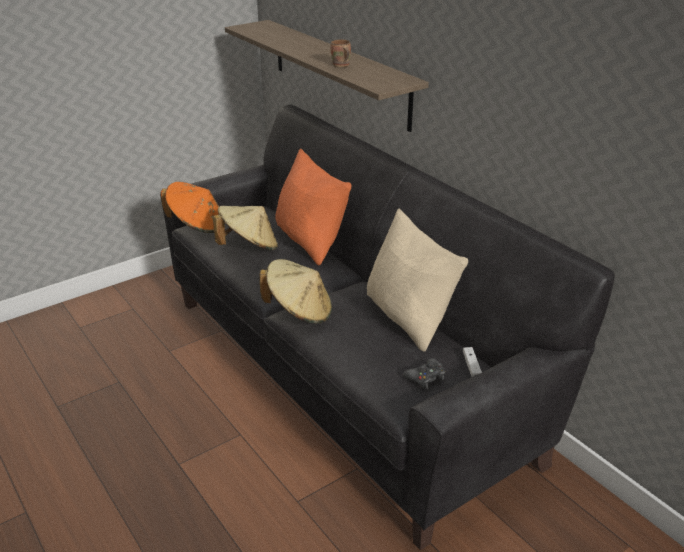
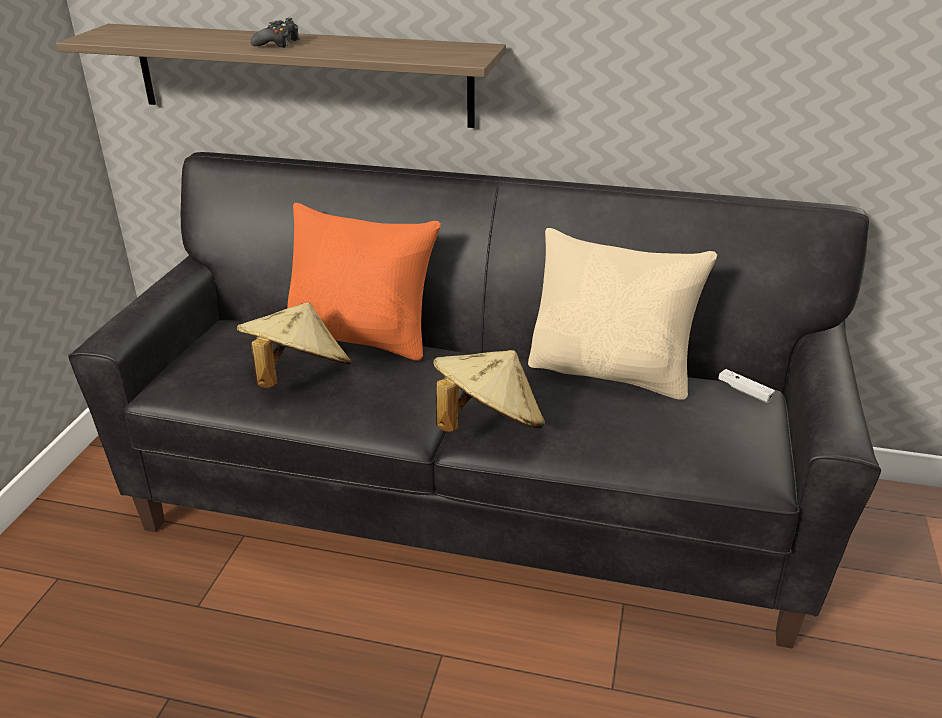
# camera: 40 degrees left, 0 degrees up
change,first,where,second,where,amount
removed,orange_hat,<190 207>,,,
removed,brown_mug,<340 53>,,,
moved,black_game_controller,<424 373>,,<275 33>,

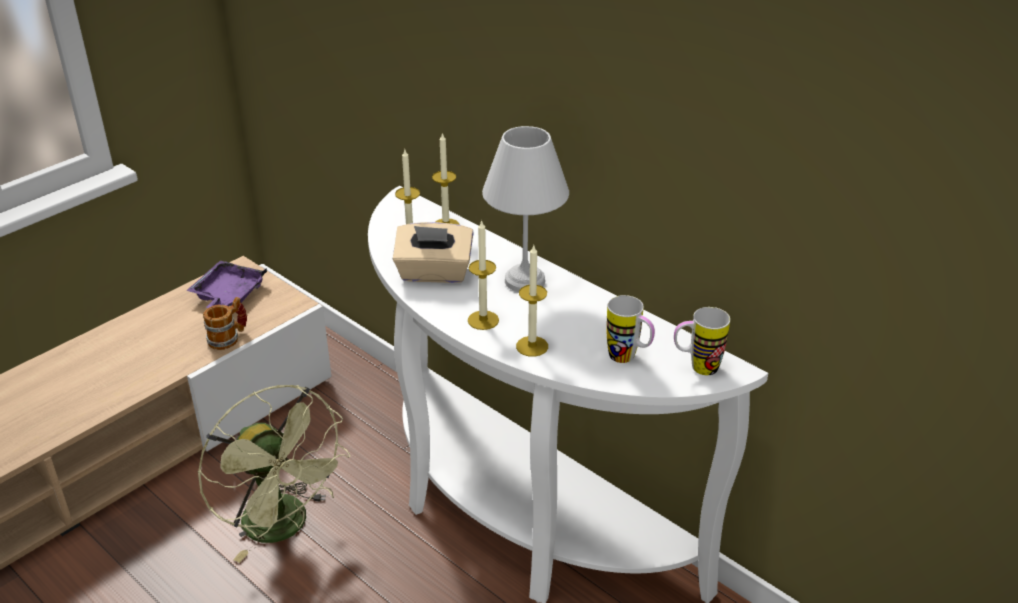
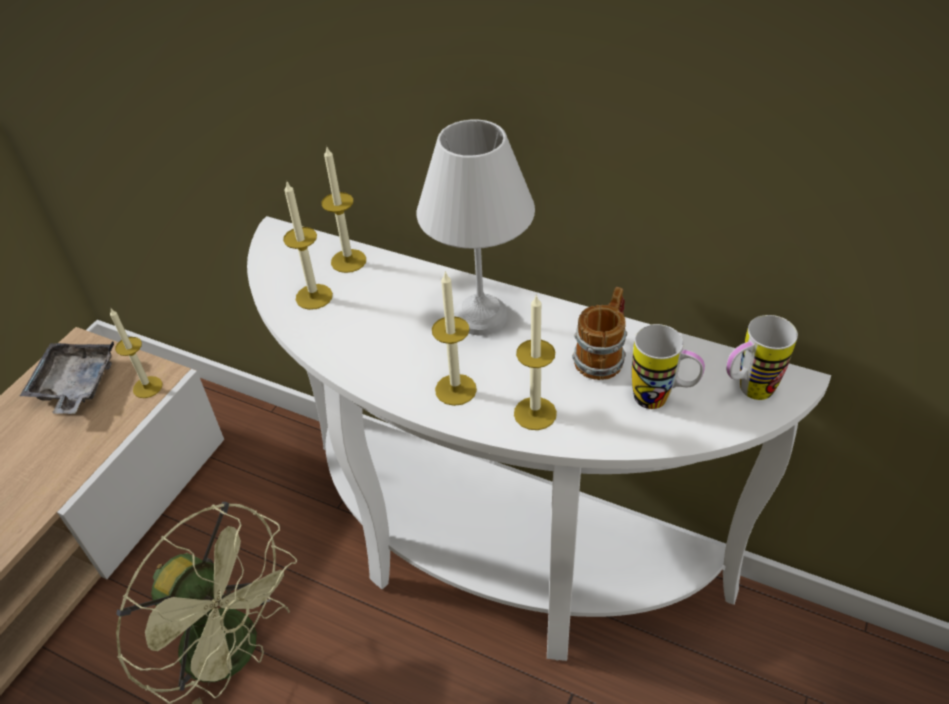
# camera: 15 degrees left, 10 degrees up
change,first,where,second,where,amount
recoloured,purple_tray,<226 284>,grey_tray,<67 378>,
moved,mug,<225 323>,,<599 333>,
removed,beige_tissue_box,<432 252>,,,
added,,,candle,<136 353>,

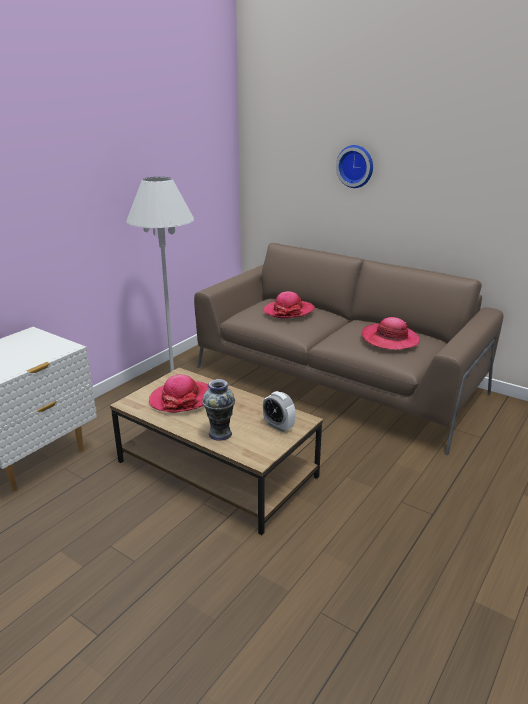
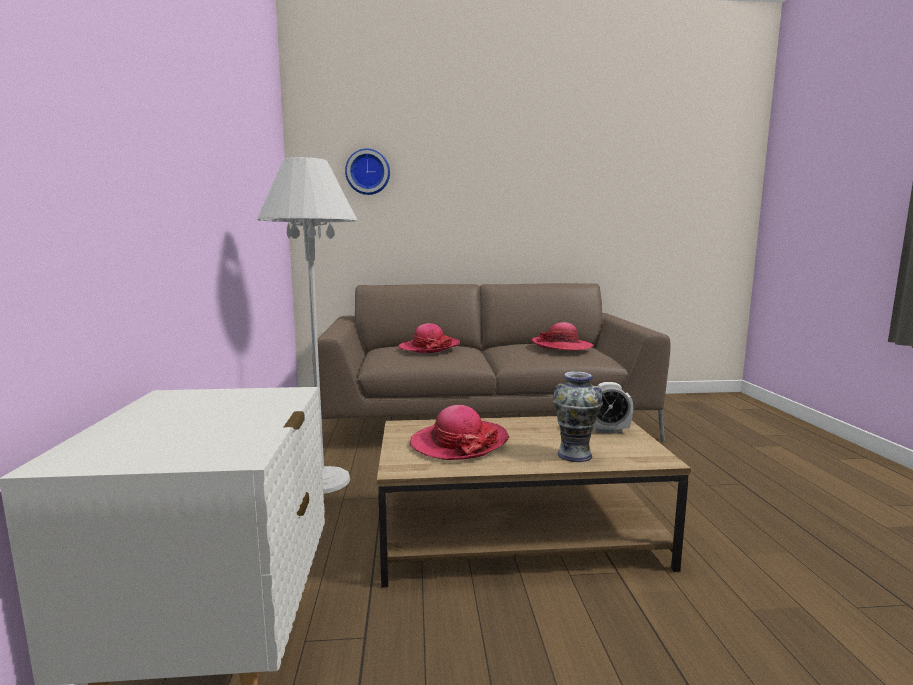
# camera: 40 degrees left, 15 degrees down
change,first,where,second,where,amount
moved,wall_clock,<354 166>,,<367 172>,

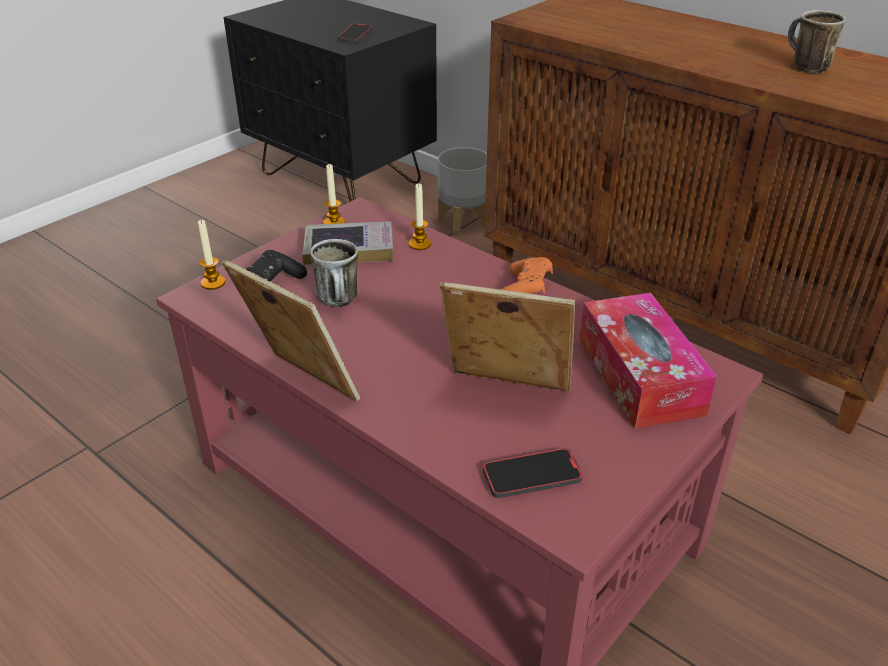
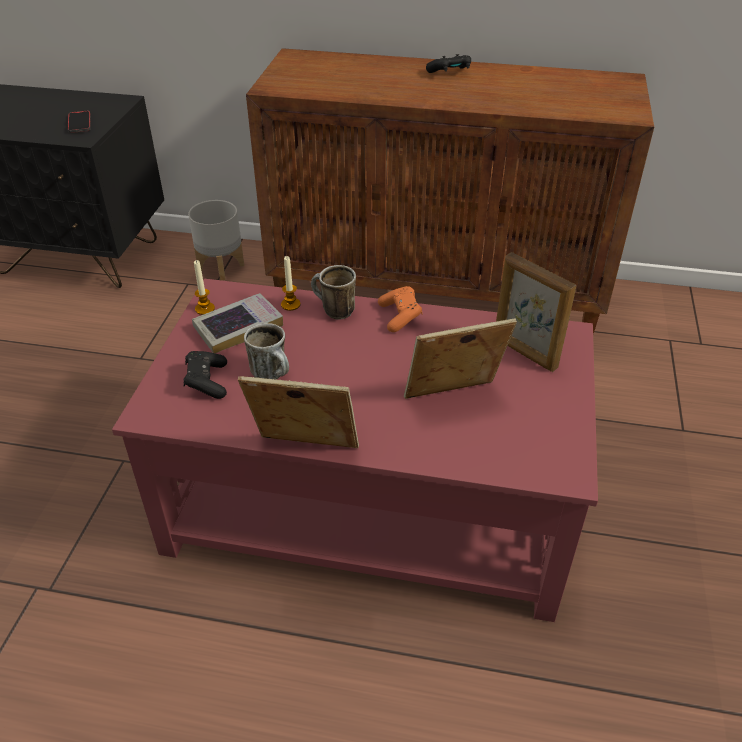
# camera: 30 degrees left, 5 degrees up
change,first,where,second,where,amount
removed,candle,<212 255>,,,
removed,phone,<533 473>,,,
replaced,tissue_box,<648 361>,picture_frame,<536 312>,
moved,mug,<817 41>,,<333 292>,
added,,,black_game_controller,<448 63>,

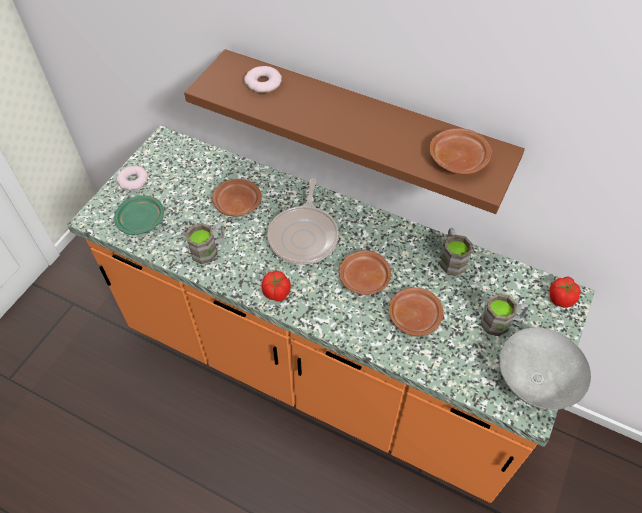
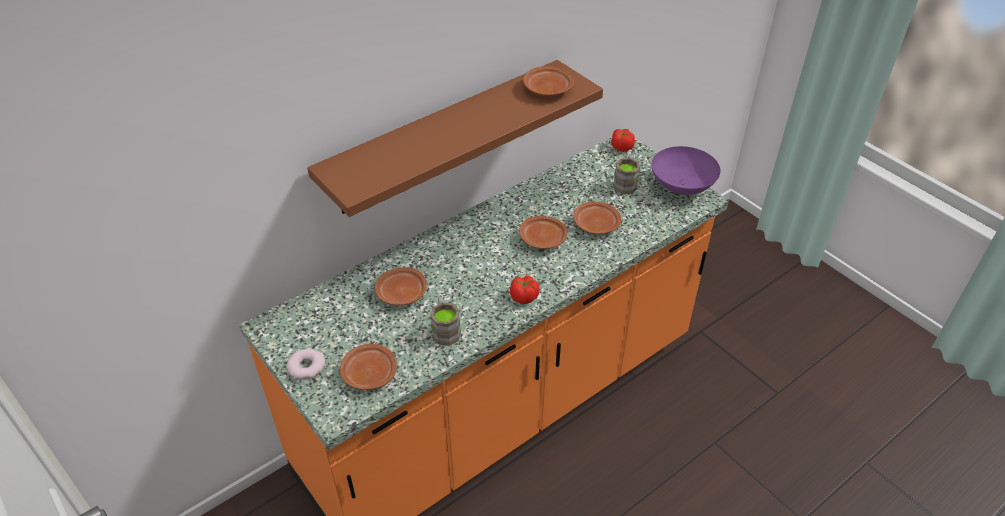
# camera: 65 degrees left, 10 degrees down
change,first,where,second,where,amount
recoloured,green_plate,<139 215>,brown_plate,<368 367>,
removed,donut,<263 79>,,,
removed,frying_pan,<303 221>,,,
removed,brown_mug,<456 252>,,,
recoloured,grey_bowl,<545 369>,purple_bowl,<686 170>,

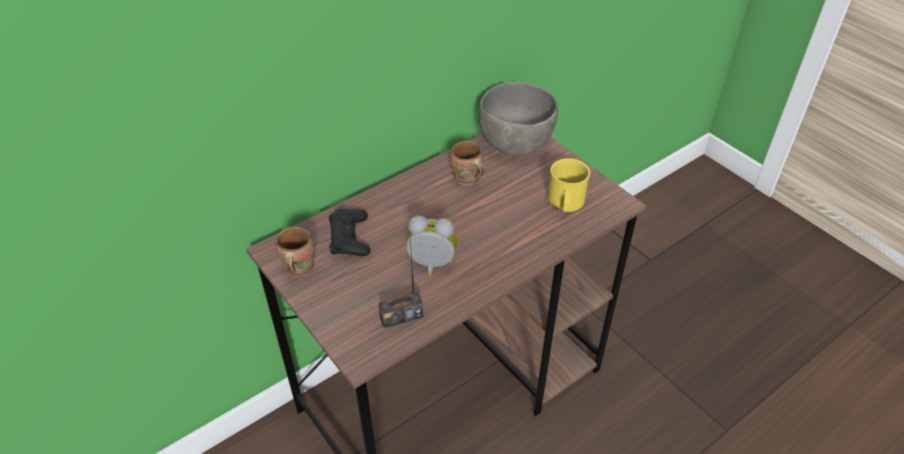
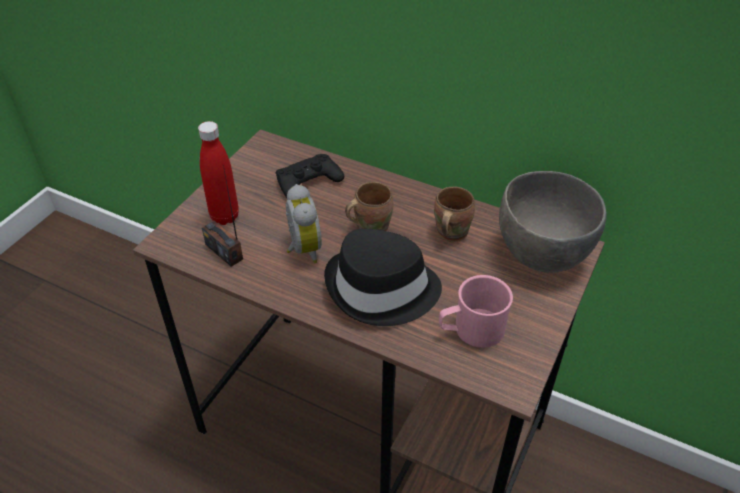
# camera: 65 degrees right, 0 degrees up
change,first,where,second,where,amount
moved,brown_mug,<294 252>,,<369 206>,
recoloured,yellow_mug,<569 185>,pink_mug,<476 311>,
added,,,red_bottle,<218 173>,
added,,,black_hat,<383 277>,

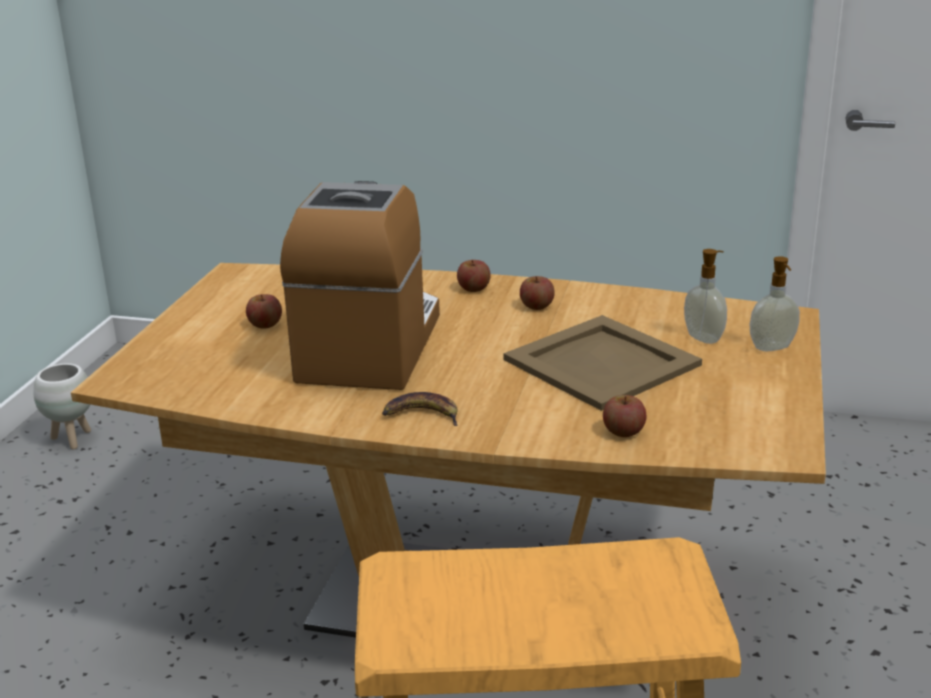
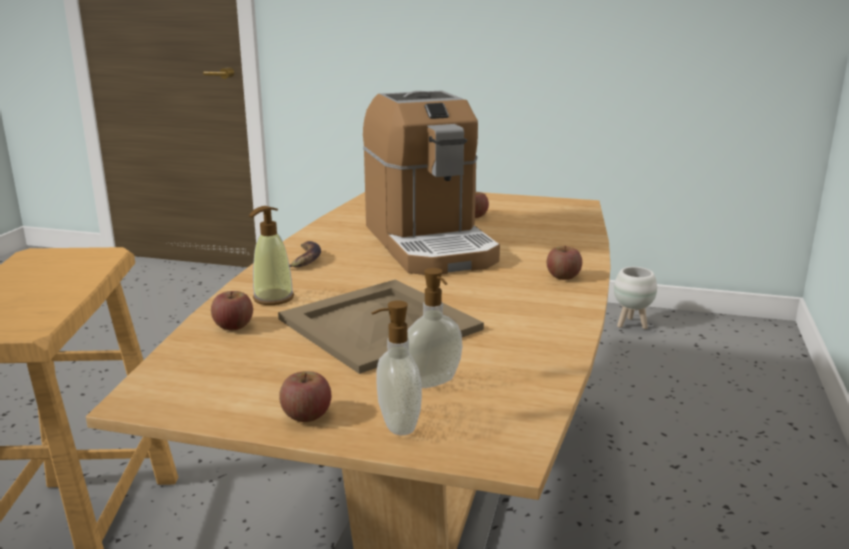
# camera: 90 degrees right, 5 degrees down
change,first,where,second,where,amount
turned,coffee_machine,<360 285>,,<431 182>,60 degrees clockwise
moved,apple,<537 293>,,<305 396>,
added,,,soap_dispenser,<271 255>,

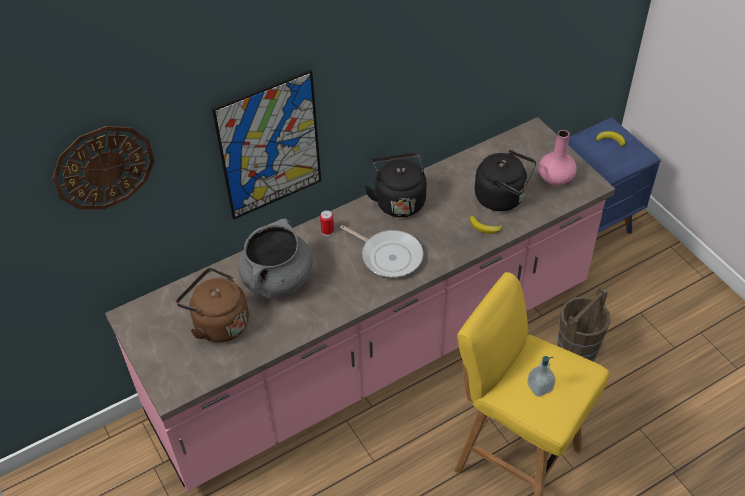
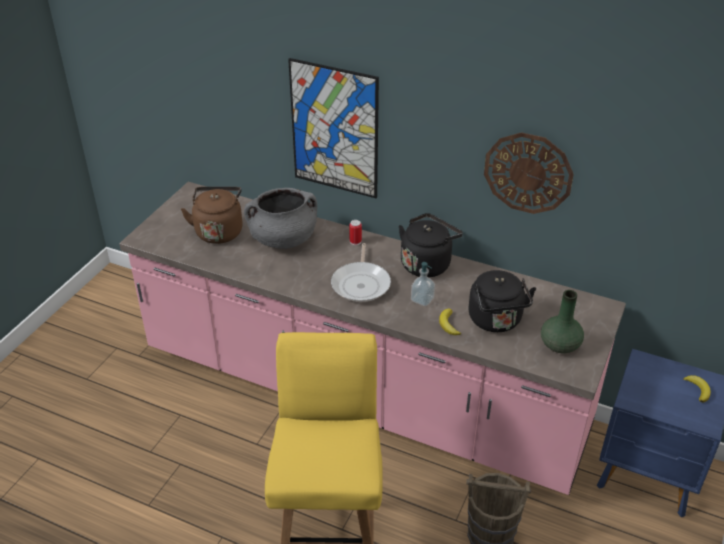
# camera: 55 degrees right, 10 degrees down
change,first,where,second,where,amount
moved,wall_clock,<103 167>,,<529 173>,
moved,soap_dispenser,<541 376>,,<423 284>,
recoloured,pink_vase,<558 157>,green_vase,<562 321>,

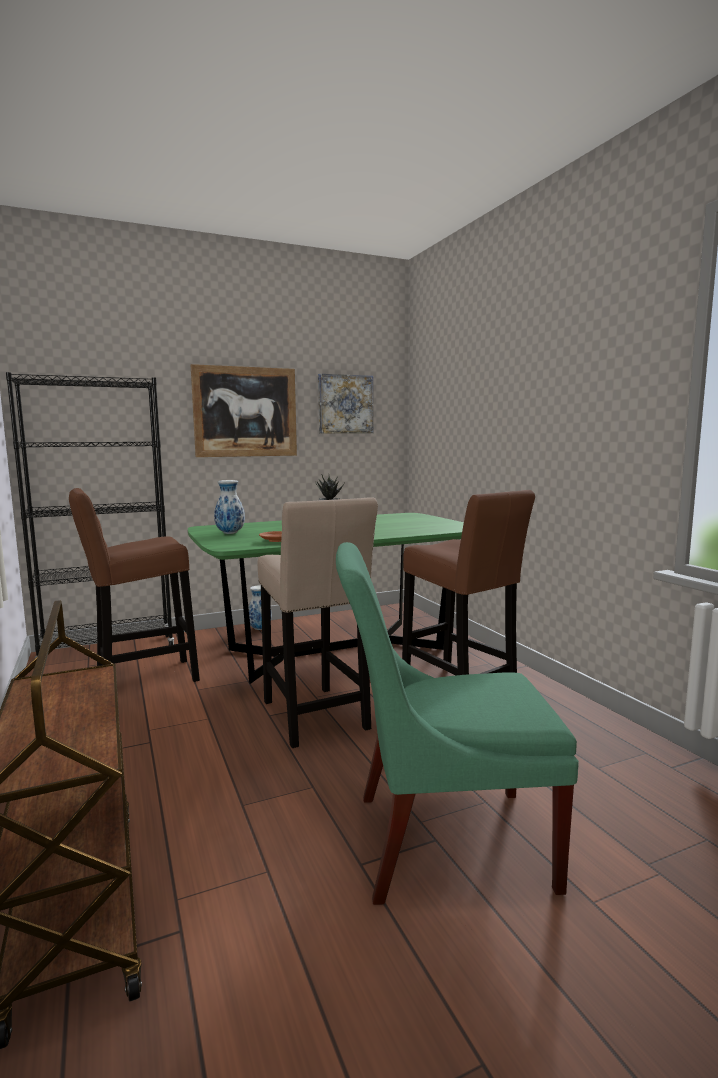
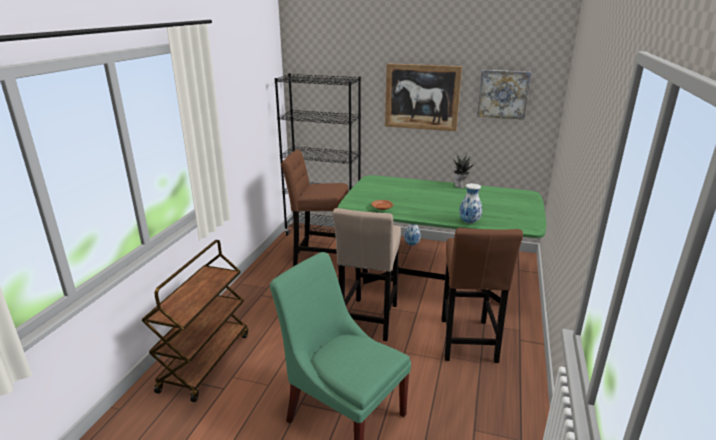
# camera: 40 degrees right, 15 degrees up
change,first,where,second,where,amount
moved,vase,<229 507>,,<470 203>,

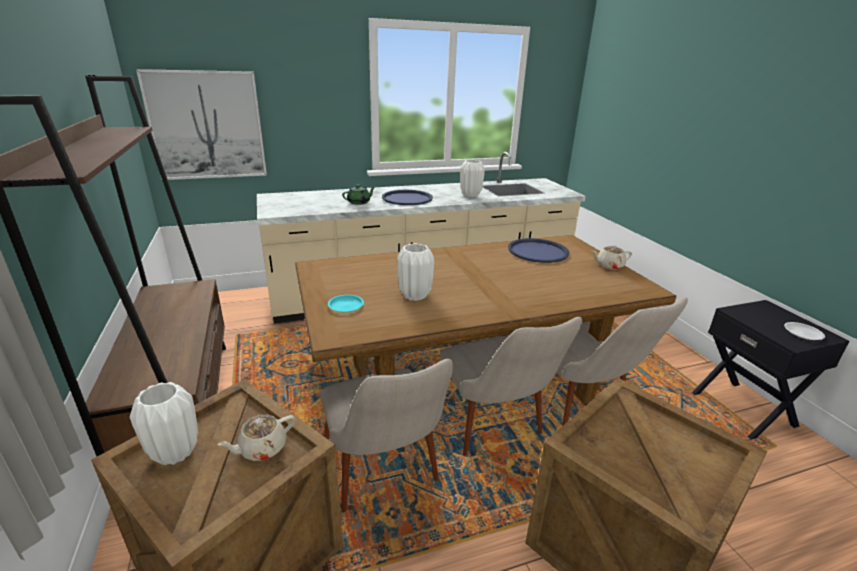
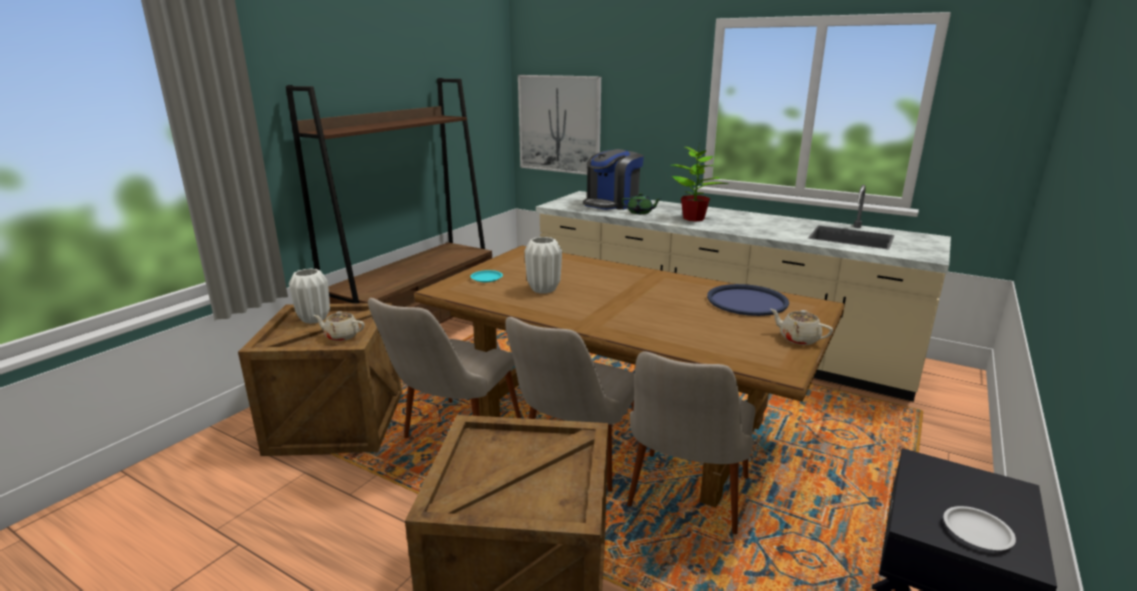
# camera: 50 degrees right, 5 degrees down
change,first,where,second,where,amount
replaced,blue_tray,<407 197>,potted_plant,<699 184>,
removed,white_vase,<472 178>,,,
added,,,coffee_machine,<613 179>,

